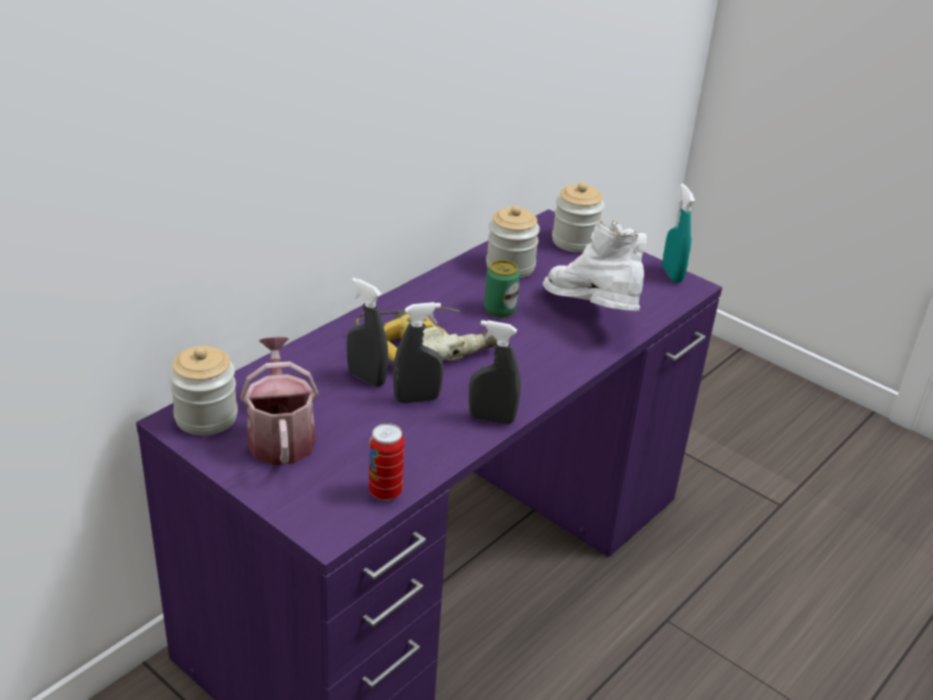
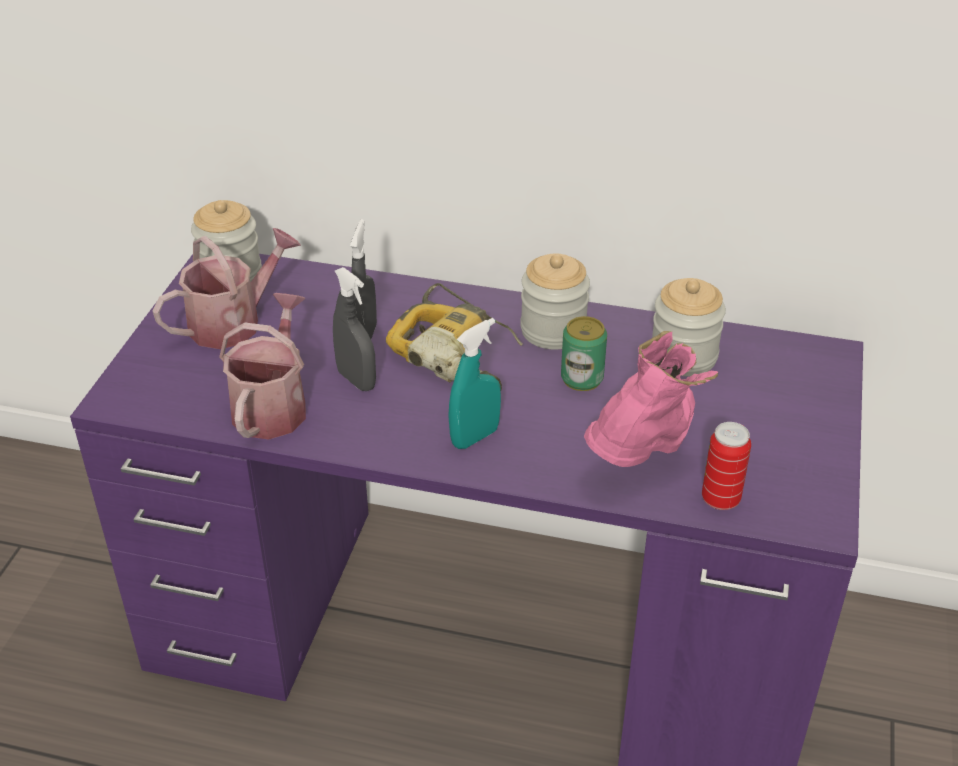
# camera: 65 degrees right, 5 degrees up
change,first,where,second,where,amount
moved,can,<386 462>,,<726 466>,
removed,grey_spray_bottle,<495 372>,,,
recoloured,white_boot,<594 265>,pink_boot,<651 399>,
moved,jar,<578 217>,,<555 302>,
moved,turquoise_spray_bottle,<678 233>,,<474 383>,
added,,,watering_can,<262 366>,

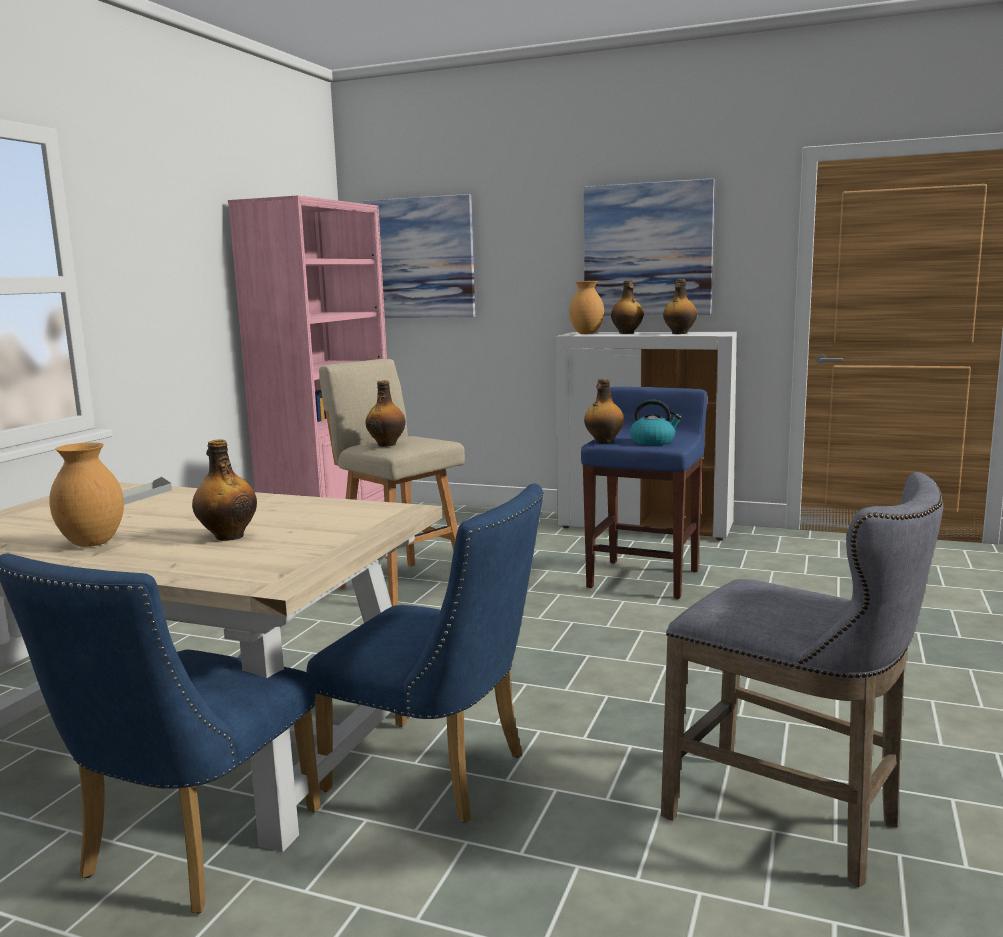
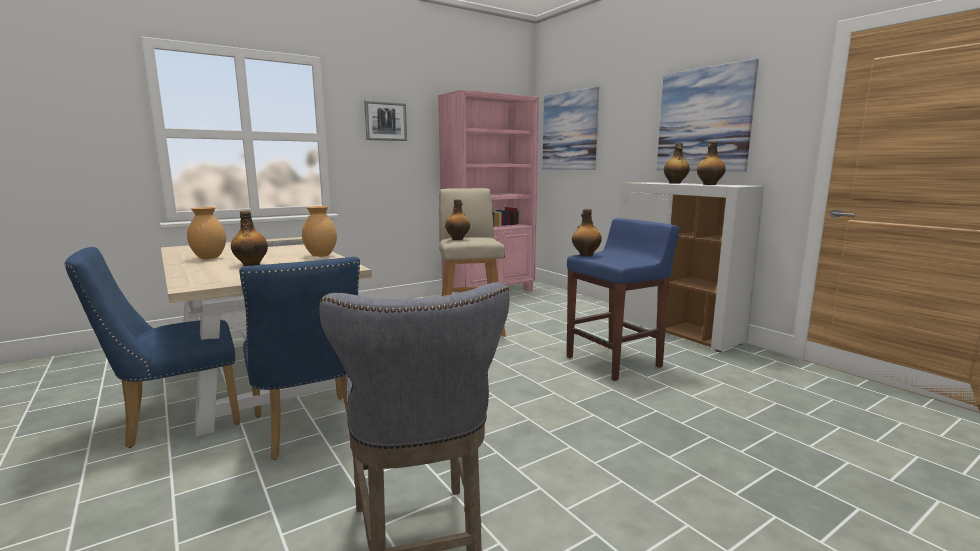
# camera: 35 degrees right, 0 degrees up
change,first,where,second,where,amount
moved,brown_vase,<586 307>,,<319 231>,
removed,kettle,<656 422>,,,
added,,,picture,<385 120>,

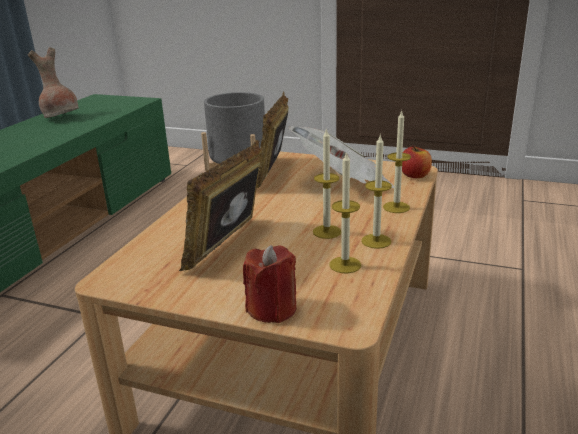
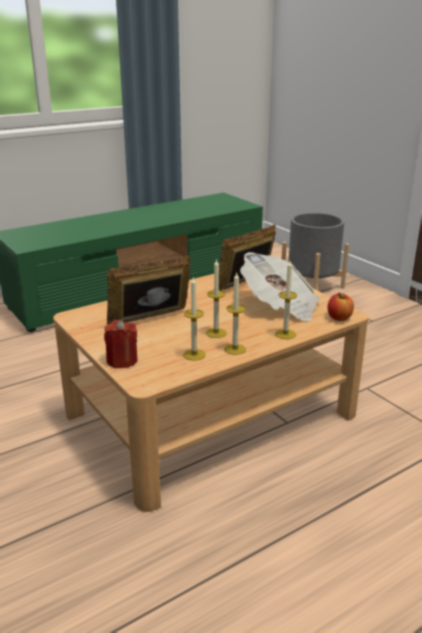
# camera: 35 degrees right, 0 degrees up
change,first,where,second,where,amount
removed,brown_vase,<53 82>,,,

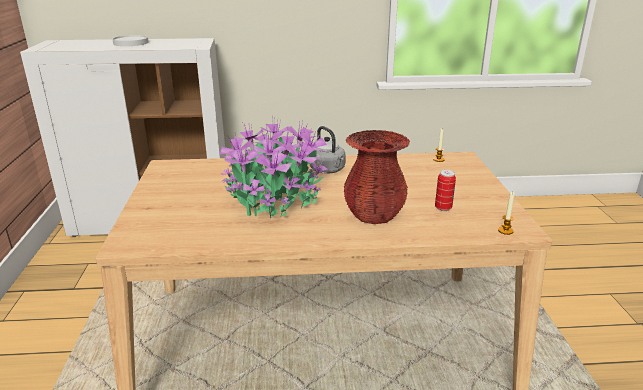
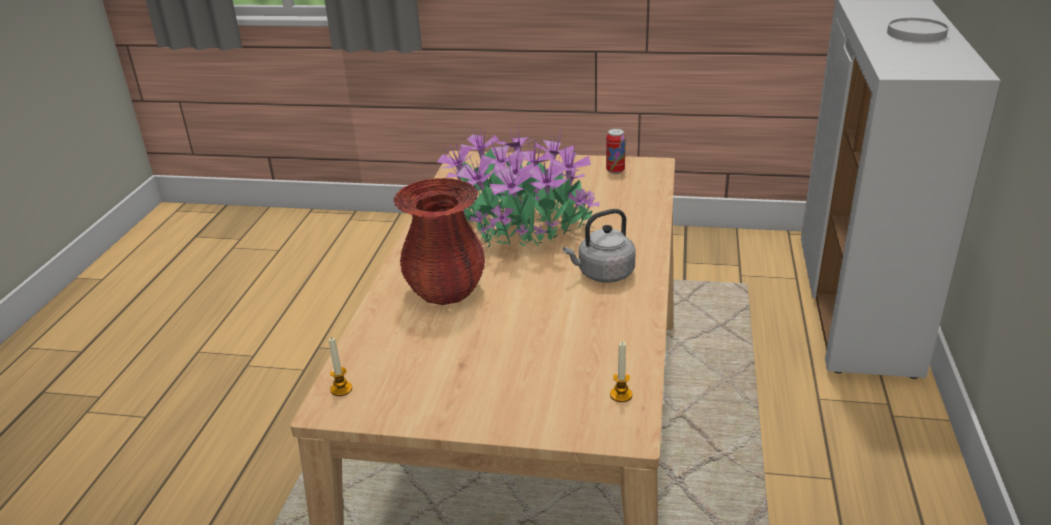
# camera: 105 degrees right, 5 degrees up
change,first,where,second,where,amount
moved,can,<445 190>,,<616 151>,

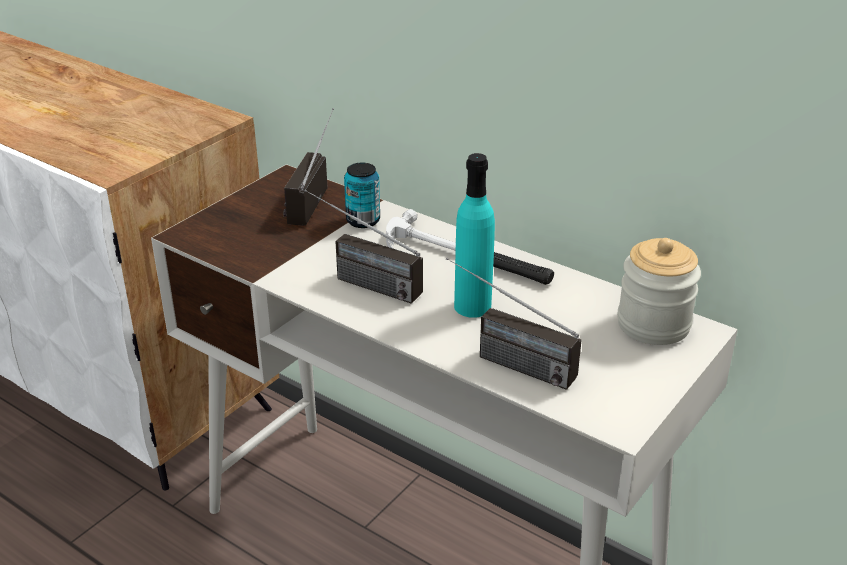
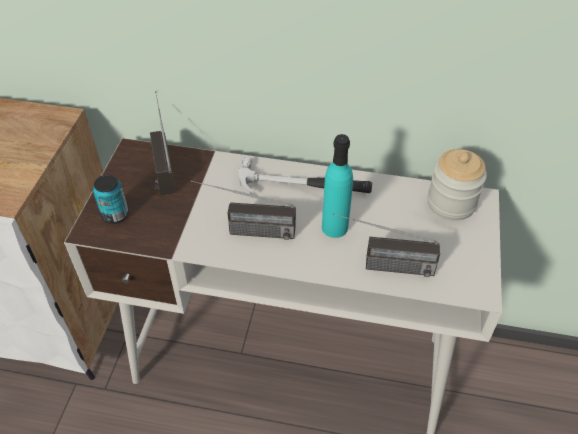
# camera: 25 degrees left, 15 degrees up
change,first,where,second,where,amount
moved,can,<362 195>,,<111 199>,

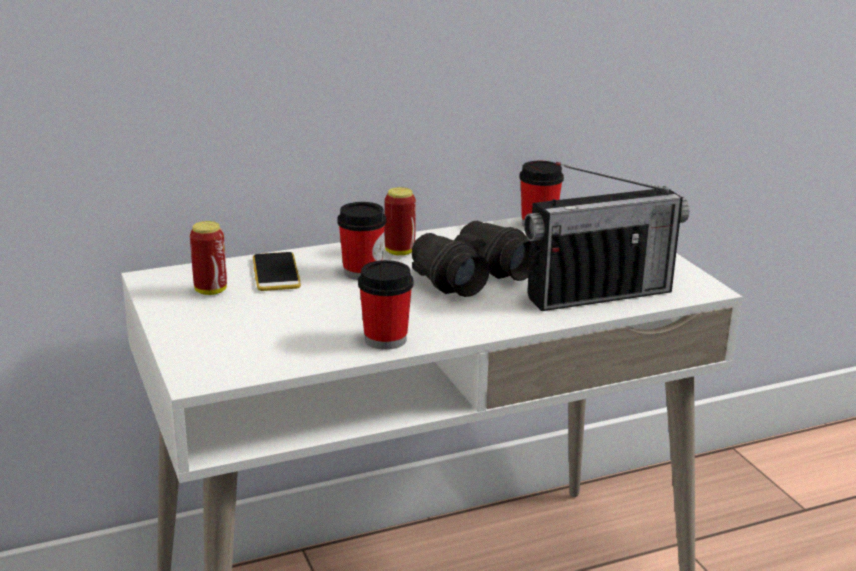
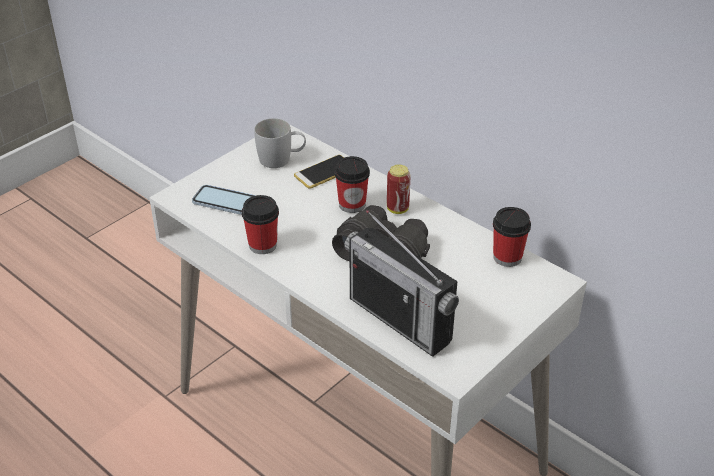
# camera: 65 degrees right, 15 degrees up
change,first,where,second,where,amount
replaced,can,<208 258>,white_mug,<280 143>,
added,,,phone,<223 200>,

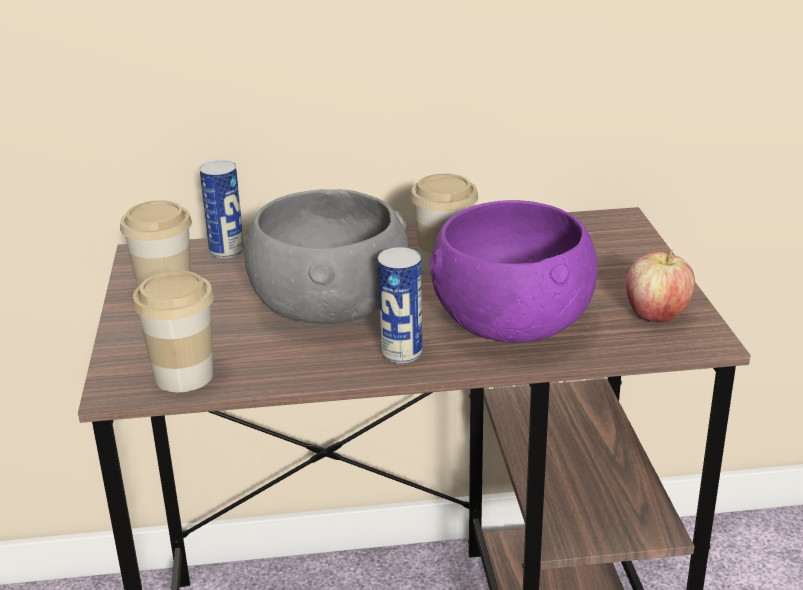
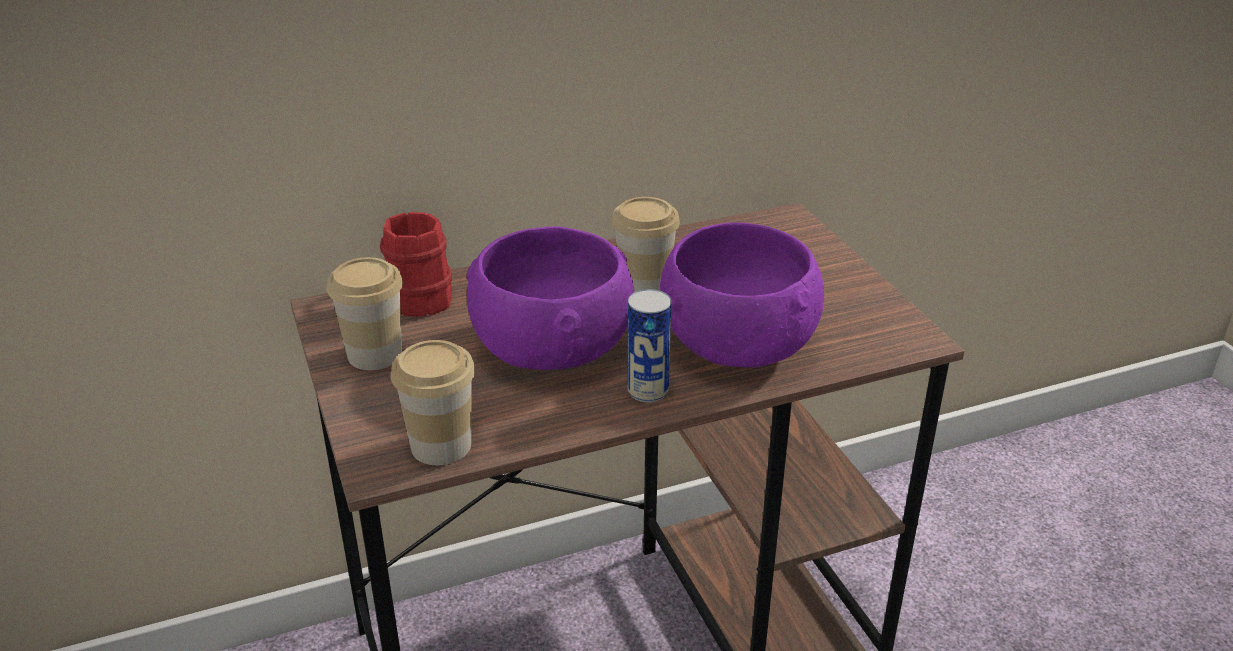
# camera: 15 degrees left, 5 degrees up
change,first,where,second,where,amount
replaced,can,<222 209>,red_mug,<416 264>,
recoloured,grey_bowl,<326 256>,purple_bowl,<550 298>,
removed,apple,<660 285>,,,

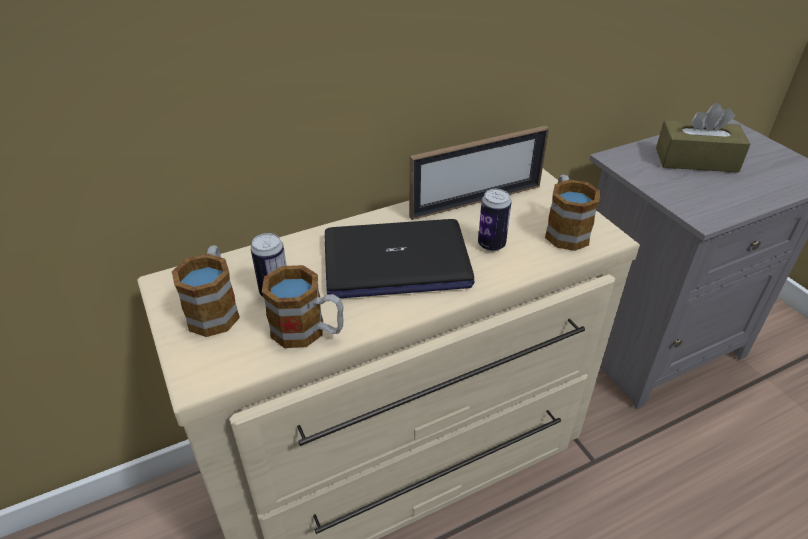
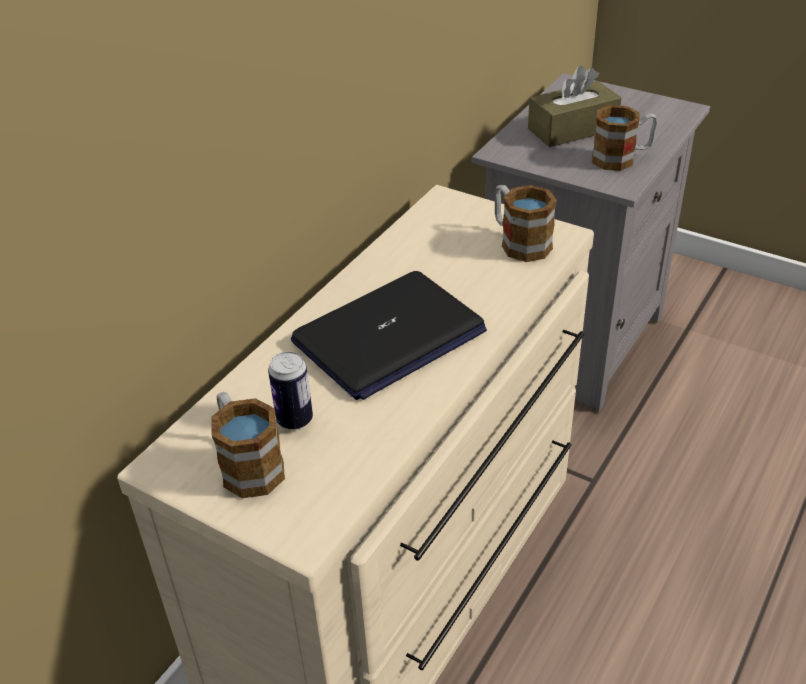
# camera: 30 degrees left, 0 degrees up
change,first,where,second,where,amount
moved,mug,<302 306>,,<625 138>,
removed,picture_frame,<479 172>,,,
removed,can,<494 220>,,,

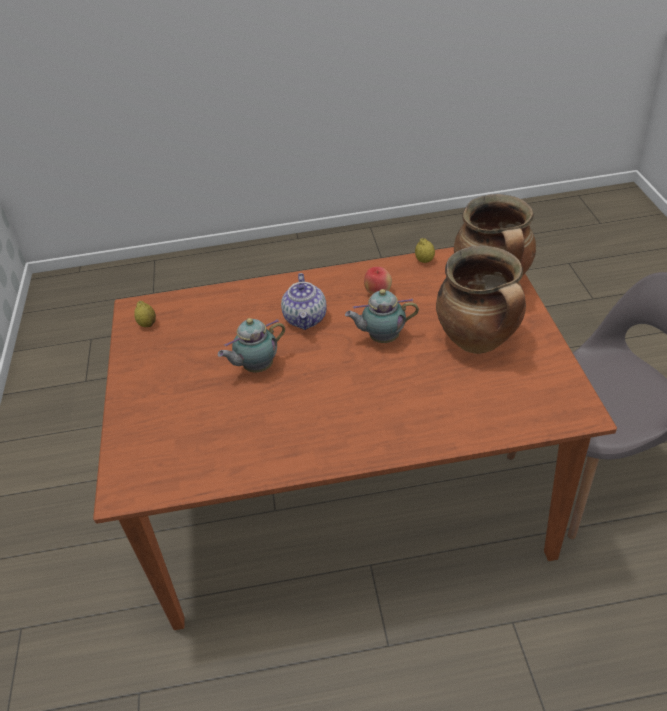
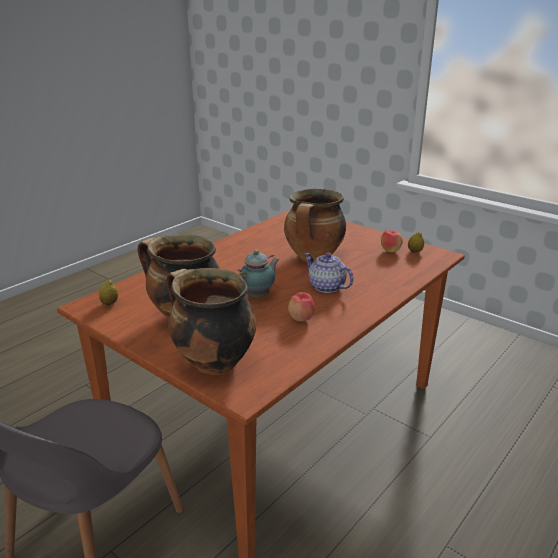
# camera: 135 degrees right, 15 degrees down
change,first,where,second,where,amount
replaced,teapot,<251 345>,cooking_pot,<315 225>,
moved,lemon,<425 250>,,<108 292>,
added,,,apple,<392 241>,

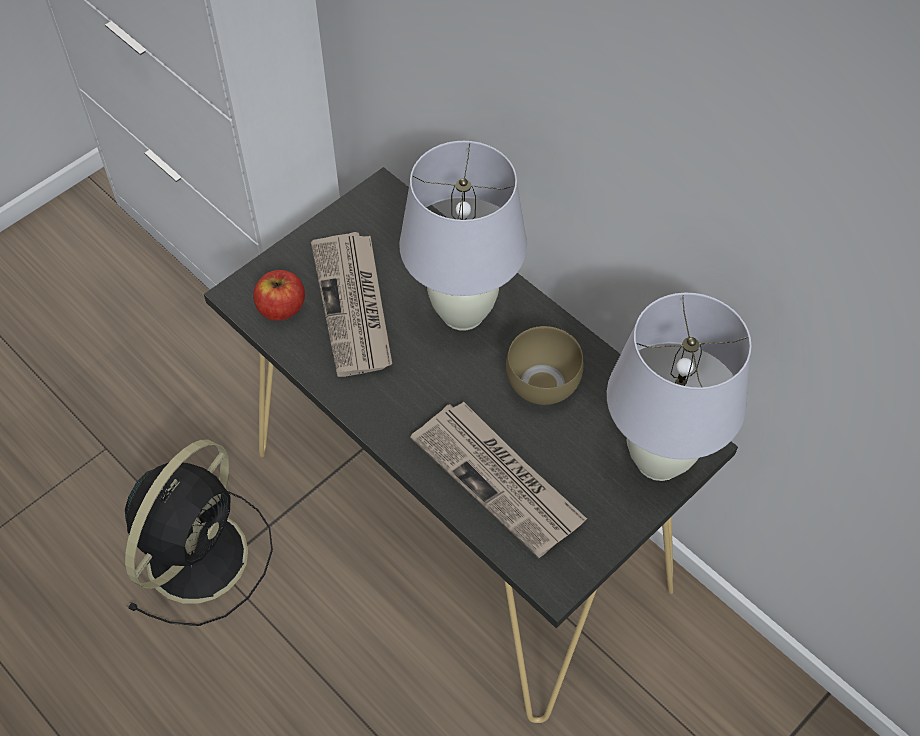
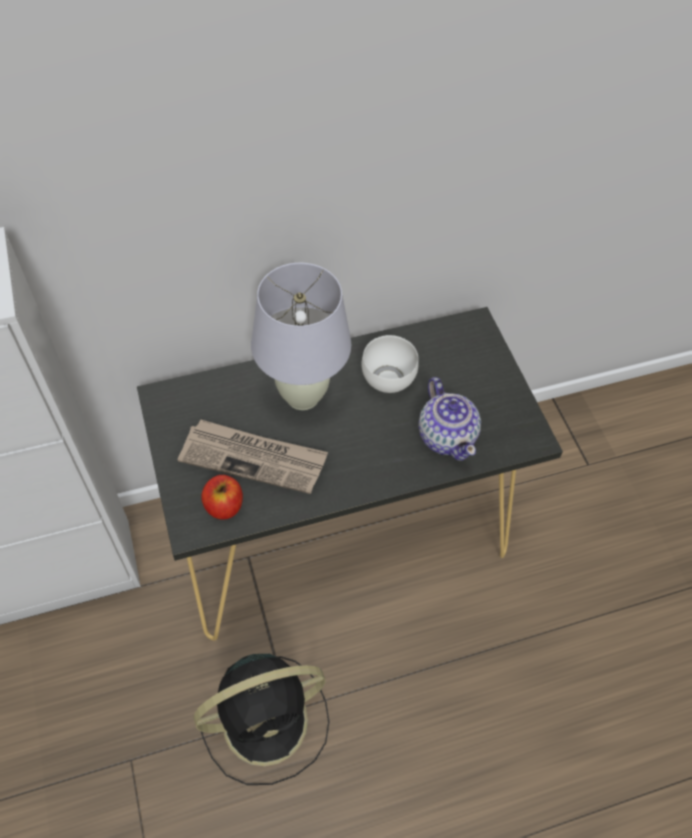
# camera: 65 degrees left, 0 degrees up
change,first,where,second,where,amount
turned,black_fan,<199 532>,,<261 719>,105 degrees clockwise
replaced,newspaper,<498 479>,teapot,<449 419>,
recoloured,brown_bowl,<544 365>,white_bowl,<390 364>,
removed,white_table_lamp,<679 387>,,,

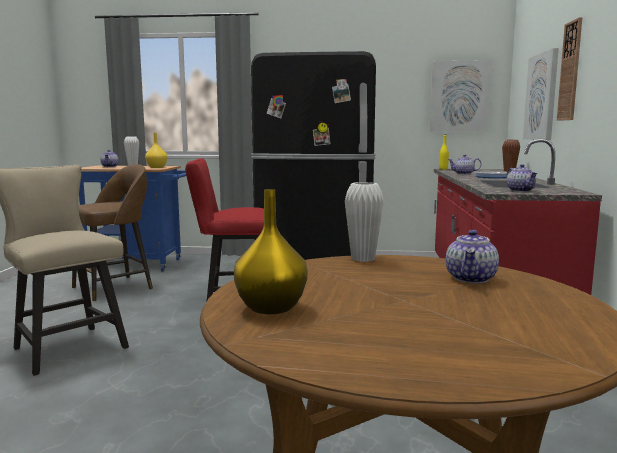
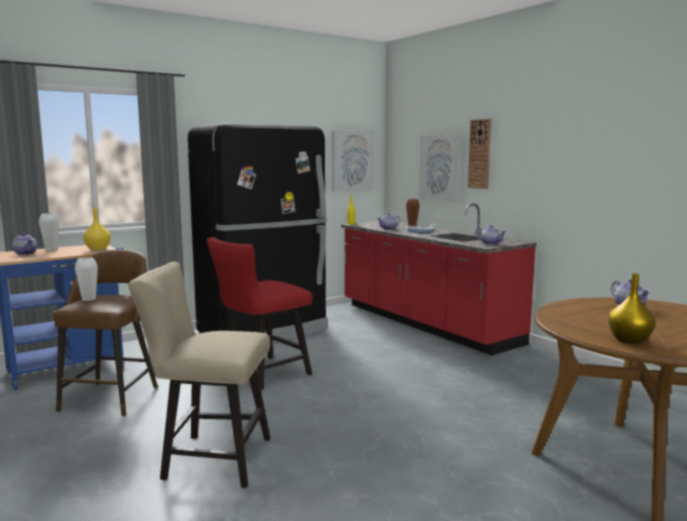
# camera: 40 degrees left, 0 degrees up
change,first,where,second,where,amount
moved,white_vase,<364 222>,,<86 279>,

